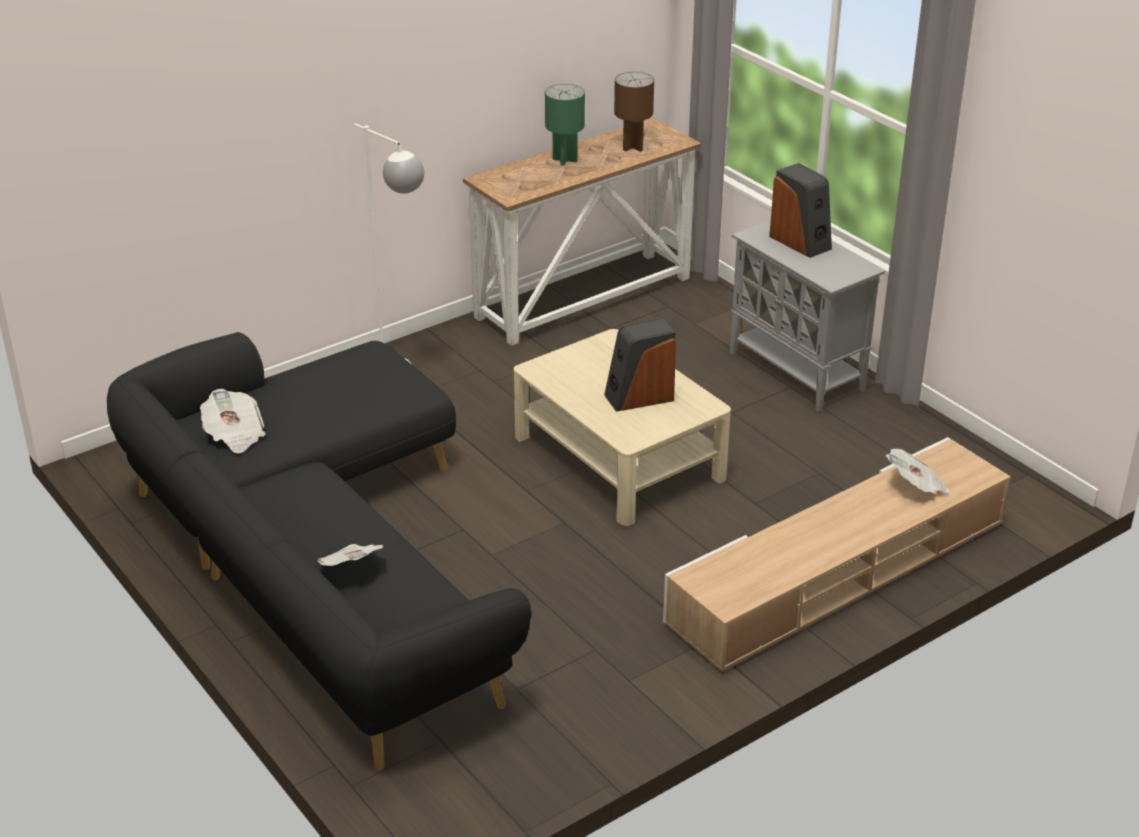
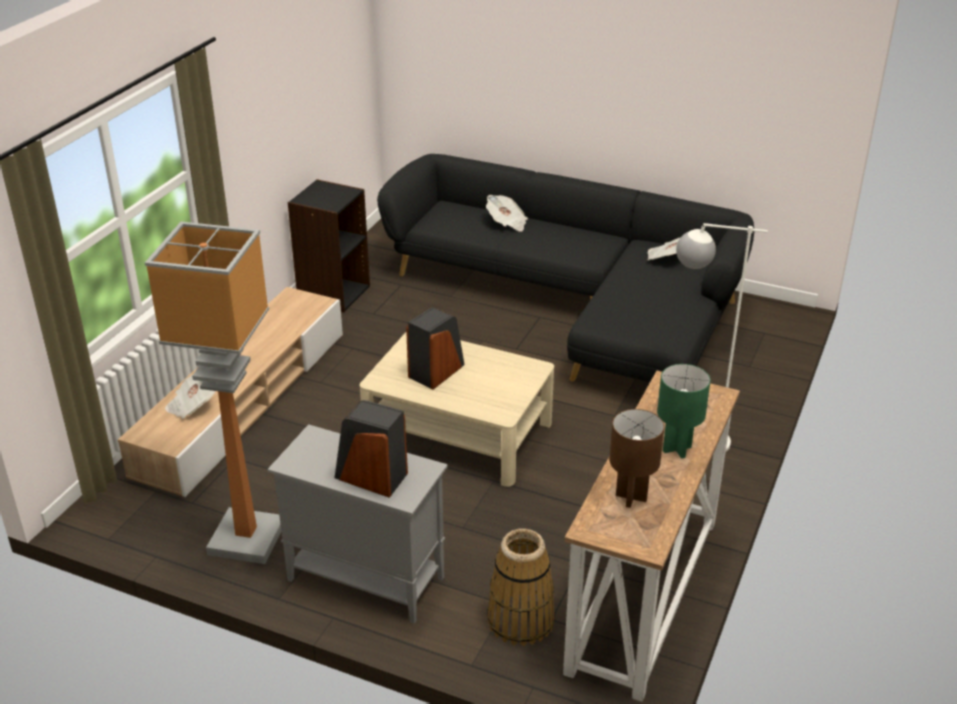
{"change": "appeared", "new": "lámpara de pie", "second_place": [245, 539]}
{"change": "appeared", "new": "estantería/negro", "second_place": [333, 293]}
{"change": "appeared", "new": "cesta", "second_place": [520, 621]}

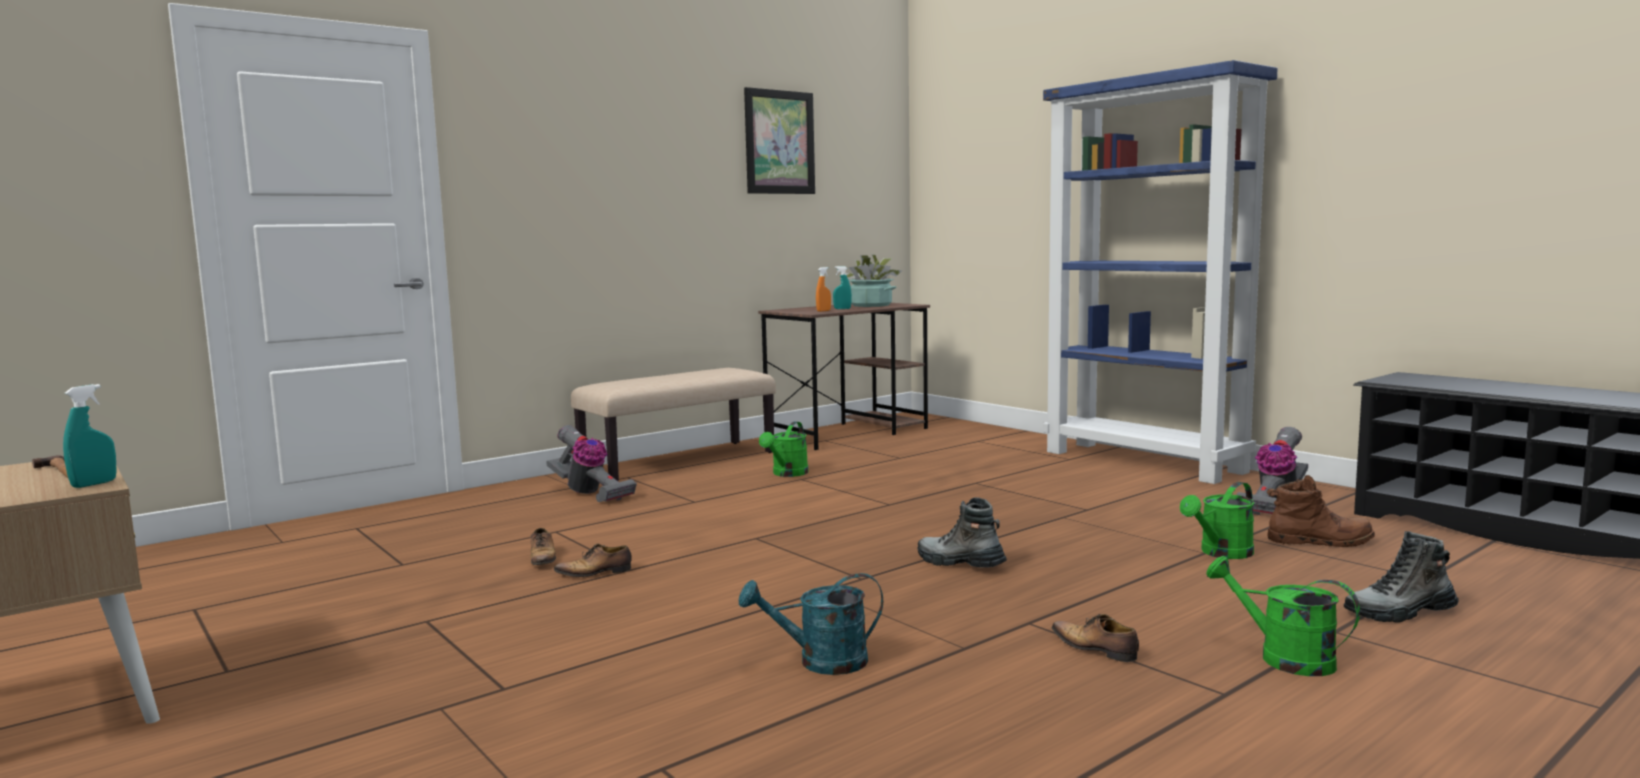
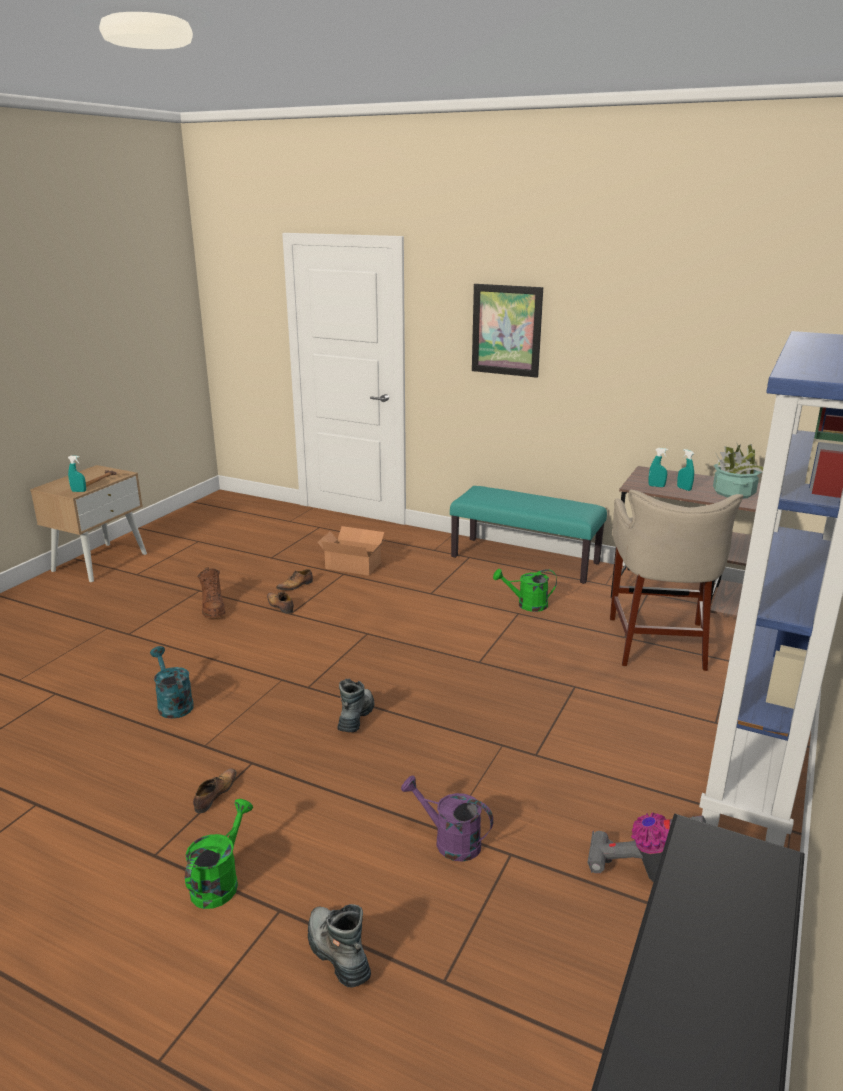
{"change": "missing", "old": "aspiradora", "first_place": [589, 494]}
{"change": "appeared", "new": "caja de cartón", "second_place": [353, 564]}
{"change": "appeared", "new": "taburete/beis", "second_place": [659, 642]}
{"change": "relocated", "old": "cuadro", "first_place": [779, 142], "second_place": [506, 330]}
{"change": "relocated", "old": "bota/marrón", "first_place": [1320, 541], "second_place": [213, 608]}
{"change": "colour", "old": "banco/beis", "new": "banco/turquesa", "first_place": [679, 461], "second_place": [525, 560]}
{"change": "colour", "old": "pulverizador/naranja", "new": "pulverizador/turquesa", "first_place": [823, 311], "second_place": [656, 486]}
{"change": "colour", "old": "regadera/verde", "new": "regadera/morado", "first_place": [1221, 553], "second_place": [449, 841]}

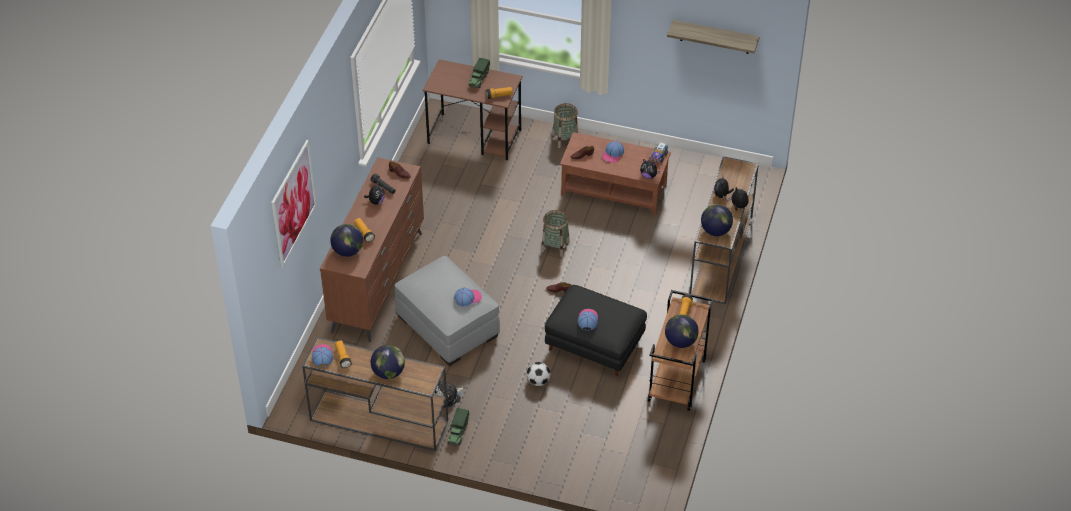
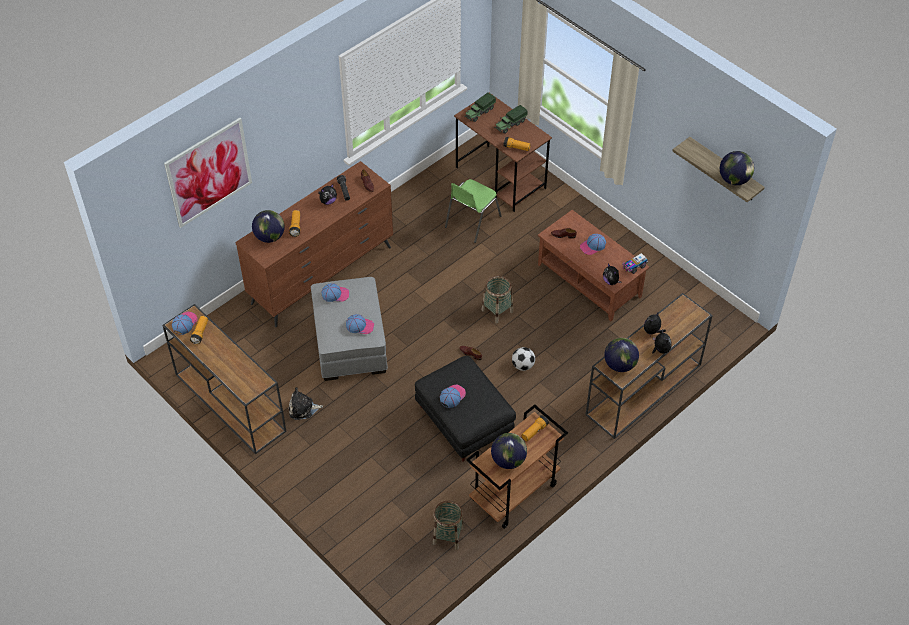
{"change": "appeared", "new": "gorra", "second_place": [335, 294]}
{"change": "appeared", "new": "silla/verde", "second_place": [471, 222]}
{"change": "relocated", "old": "globo terráqueo", "first_place": [388, 373], "second_place": [734, 180]}
{"change": "relocated", "old": "camión de juguete", "first_place": [458, 433], "second_place": [479, 113]}
{"change": "relocated", "old": "balón de fútbol", "first_place": [538, 381], "second_place": [523, 365]}
{"change": "relocated", "old": "cesta", "first_place": [565, 139], "second_place": [448, 536]}

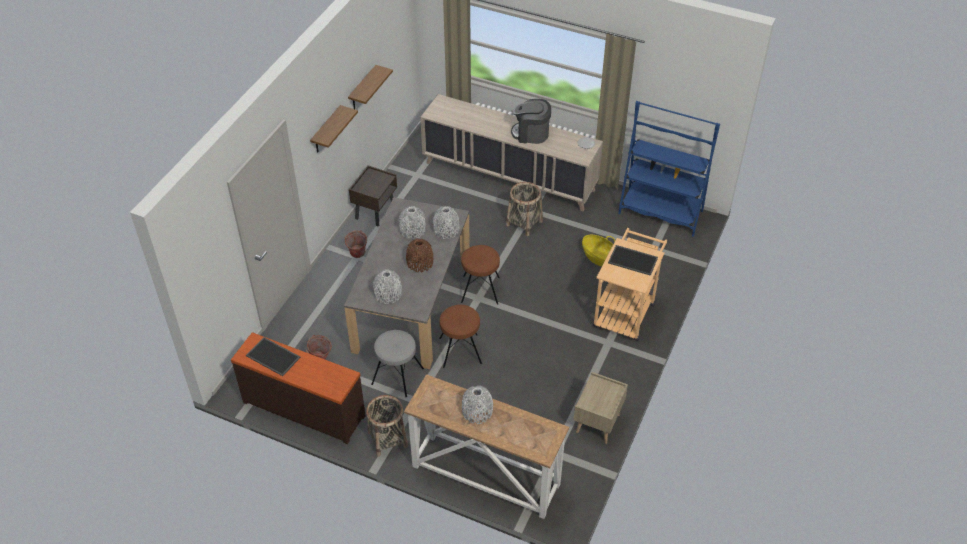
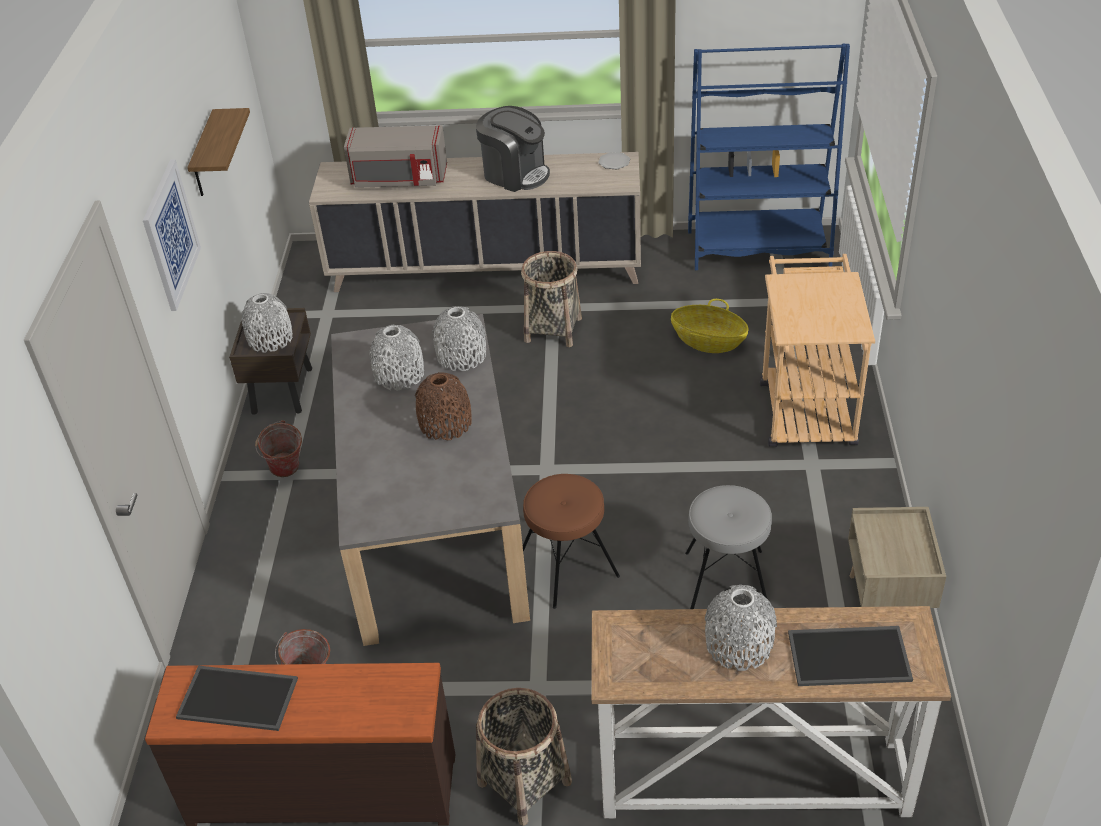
{"change": "missing", "old": "taburete/marrón", "first_place": [480, 290]}
{"change": "appeared", "new": "microondas/gris", "second_place": [399, 179]}
{"change": "relocated", "old": "taburete/gris", "first_place": [397, 376], "second_place": [726, 580]}
{"change": "relocated", "old": "florero/gris", "first_place": [388, 294], "second_place": [270, 338]}
{"change": "relocated", "old": "bandeja", "first_place": [633, 260], "second_place": [850, 655]}
{"change": "exchanged", "old": "estante", "new": "cuadro", "first_place": [326, 131], "second_place": [170, 235]}
{"change": "spun", "old": "cafetera", "first_place": [531, 134], "second_place": [515, 174], "degrees": -135}

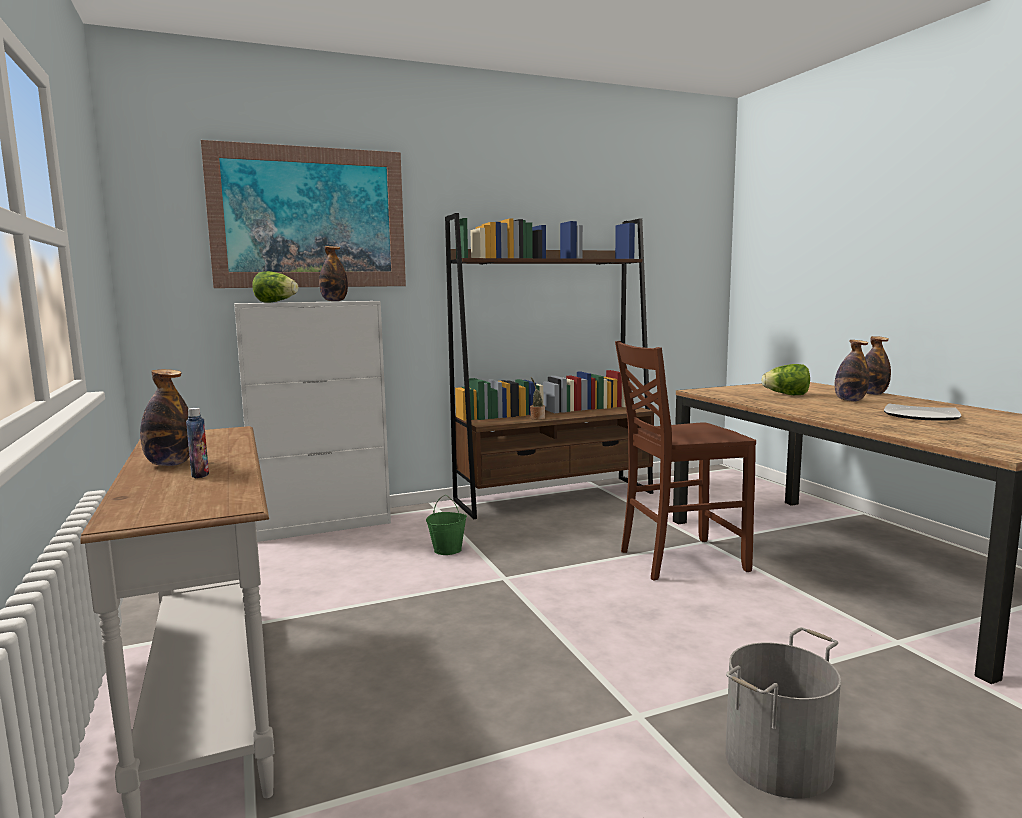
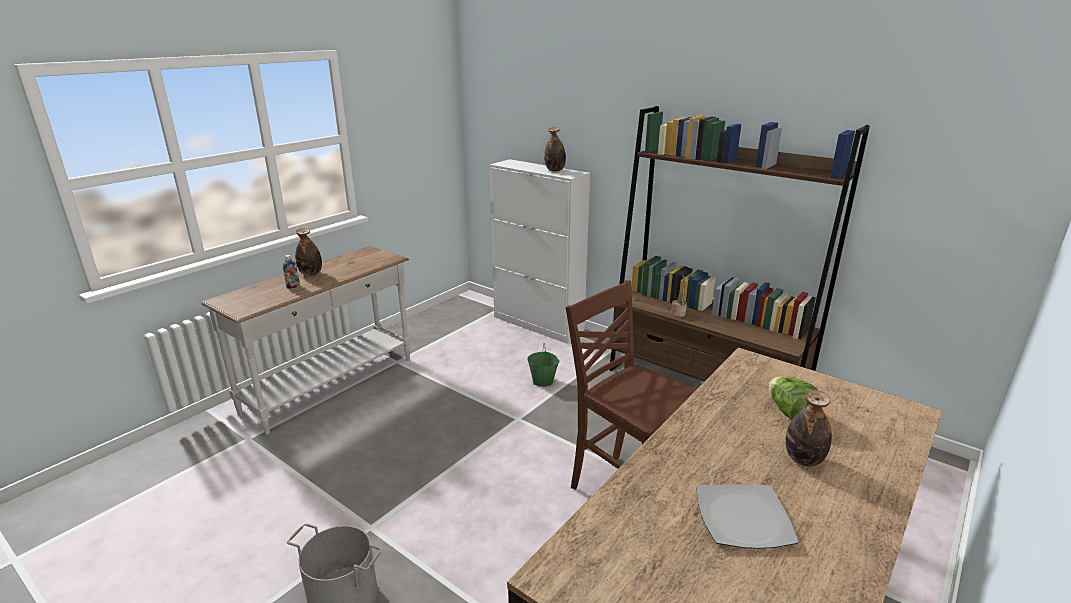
{"change": "missing", "old": "cuadro", "first_place": [309, 218]}
{"change": "missing", "old": "lechuga", "first_place": [276, 302]}
{"change": "missing", "old": "botella", "first_place": [872, 394]}

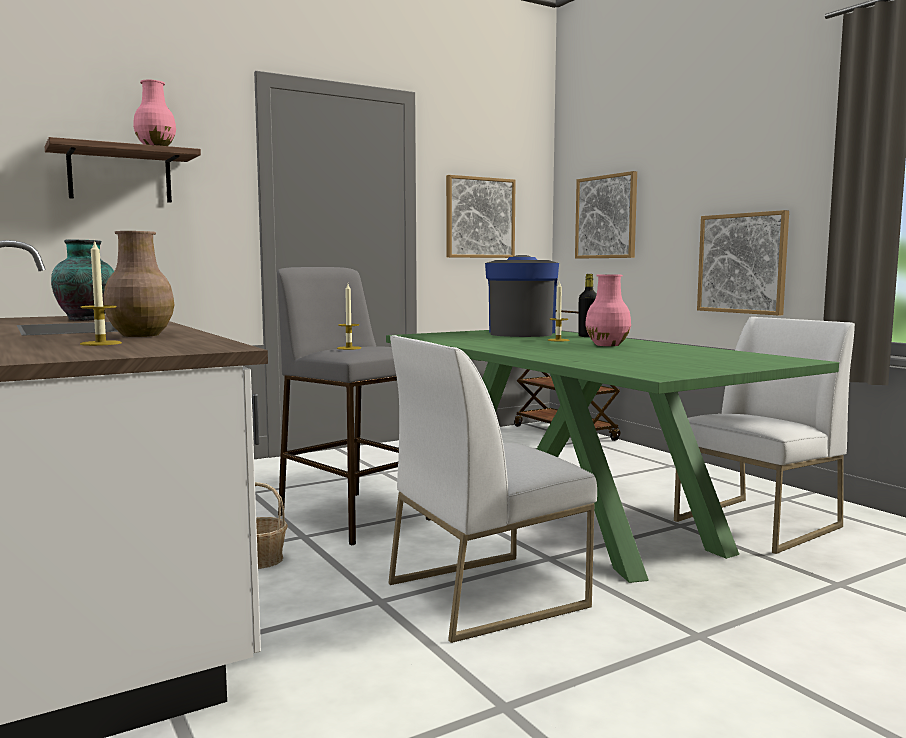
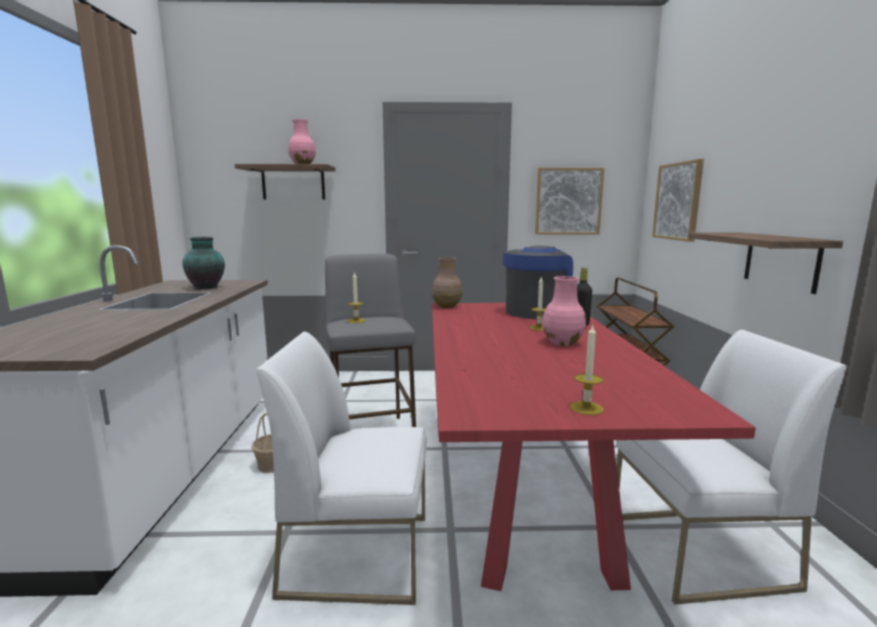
{"change": "relocated", "old": "vela", "first_place": [101, 343], "second_place": [586, 408]}
{"change": "relocated", "old": "florero/marrón", "first_place": [140, 335], "second_place": [446, 306]}
{"change": "exchanged", "old": "cuadro", "new": "estante", "first_place": [742, 263], "second_place": [781, 261]}
{"change": "colour", "old": "mesa de comedor/verde", "new": "mesa de comedor/rojo", "first_place": [573, 516], "second_place": [526, 485]}

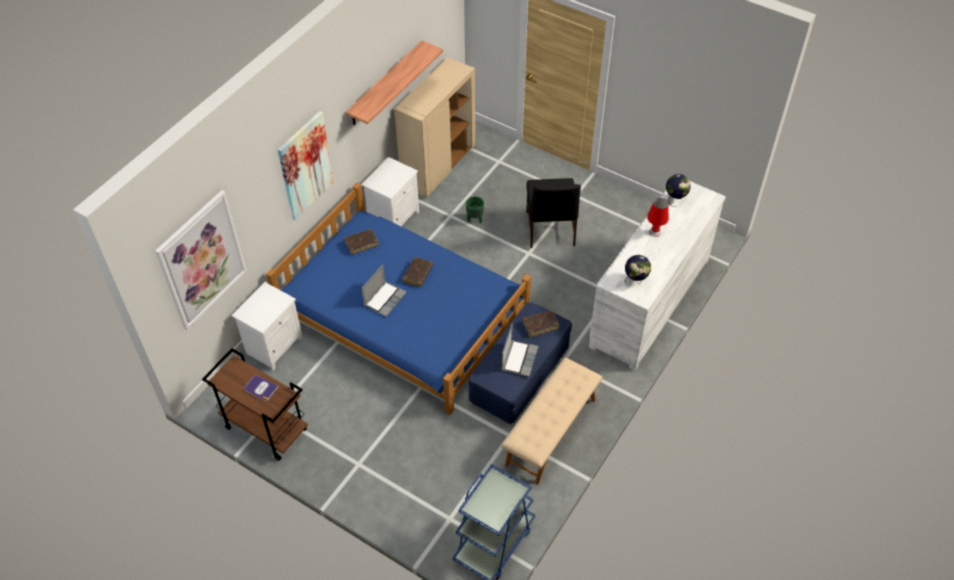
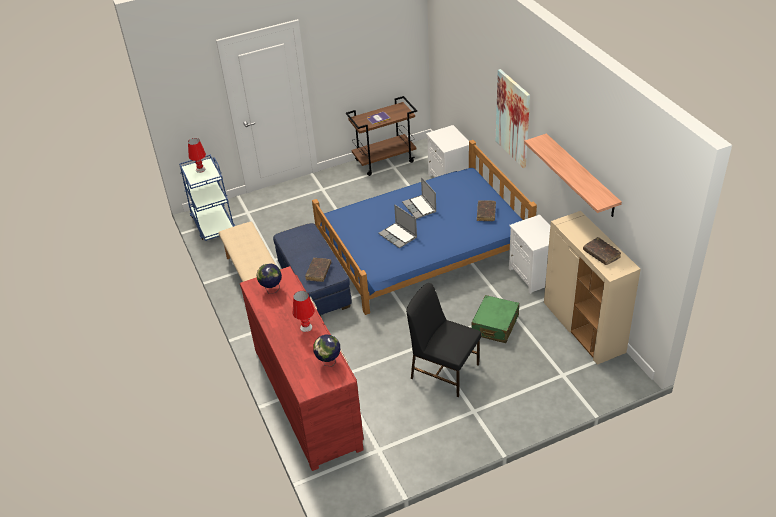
{"change": "missing", "old": "cuadro", "first_place": [202, 260]}
{"change": "appeared", "new": "lámpara de mesa/rojo", "second_place": [200, 169]}
{"change": "relocated", "old": "libro/marrón", "first_place": [417, 274], "second_place": [601, 254]}
{"change": "relocated", "old": "portátil", "first_place": [519, 358], "second_place": [398, 236]}
{"change": "exchanged", "old": "maceta/verde", "new": "maleta/verde", "first_place": [475, 219], "second_place": [495, 325]}
{"change": "colour", "old": "cómoda/blanco", "new": "cómoda/rojo", "first_place": [649, 302], "second_place": [307, 397]}

